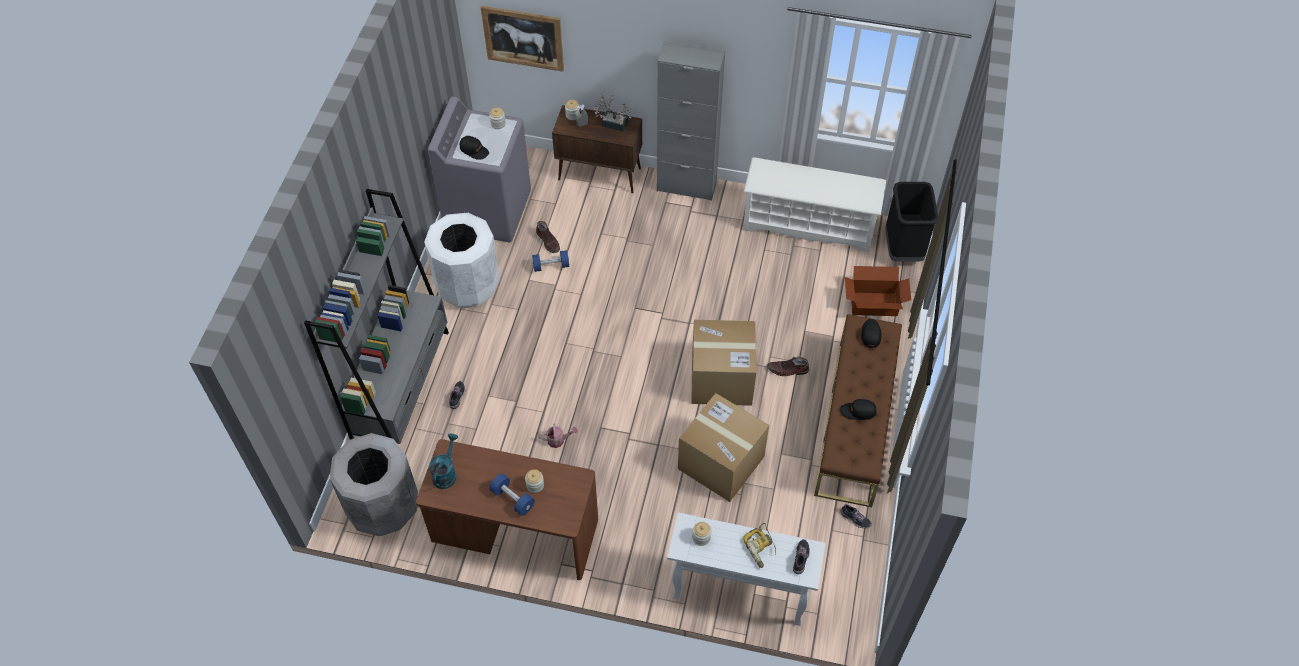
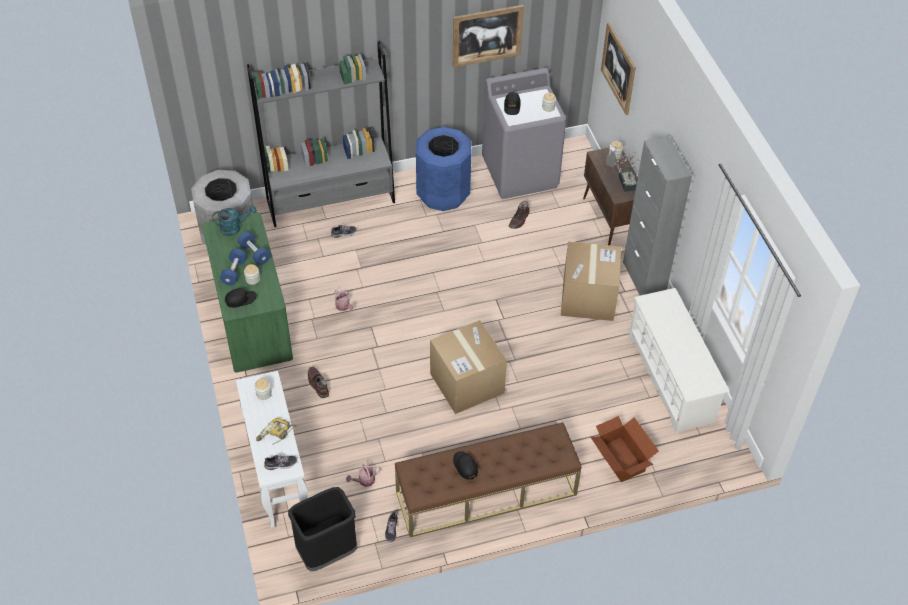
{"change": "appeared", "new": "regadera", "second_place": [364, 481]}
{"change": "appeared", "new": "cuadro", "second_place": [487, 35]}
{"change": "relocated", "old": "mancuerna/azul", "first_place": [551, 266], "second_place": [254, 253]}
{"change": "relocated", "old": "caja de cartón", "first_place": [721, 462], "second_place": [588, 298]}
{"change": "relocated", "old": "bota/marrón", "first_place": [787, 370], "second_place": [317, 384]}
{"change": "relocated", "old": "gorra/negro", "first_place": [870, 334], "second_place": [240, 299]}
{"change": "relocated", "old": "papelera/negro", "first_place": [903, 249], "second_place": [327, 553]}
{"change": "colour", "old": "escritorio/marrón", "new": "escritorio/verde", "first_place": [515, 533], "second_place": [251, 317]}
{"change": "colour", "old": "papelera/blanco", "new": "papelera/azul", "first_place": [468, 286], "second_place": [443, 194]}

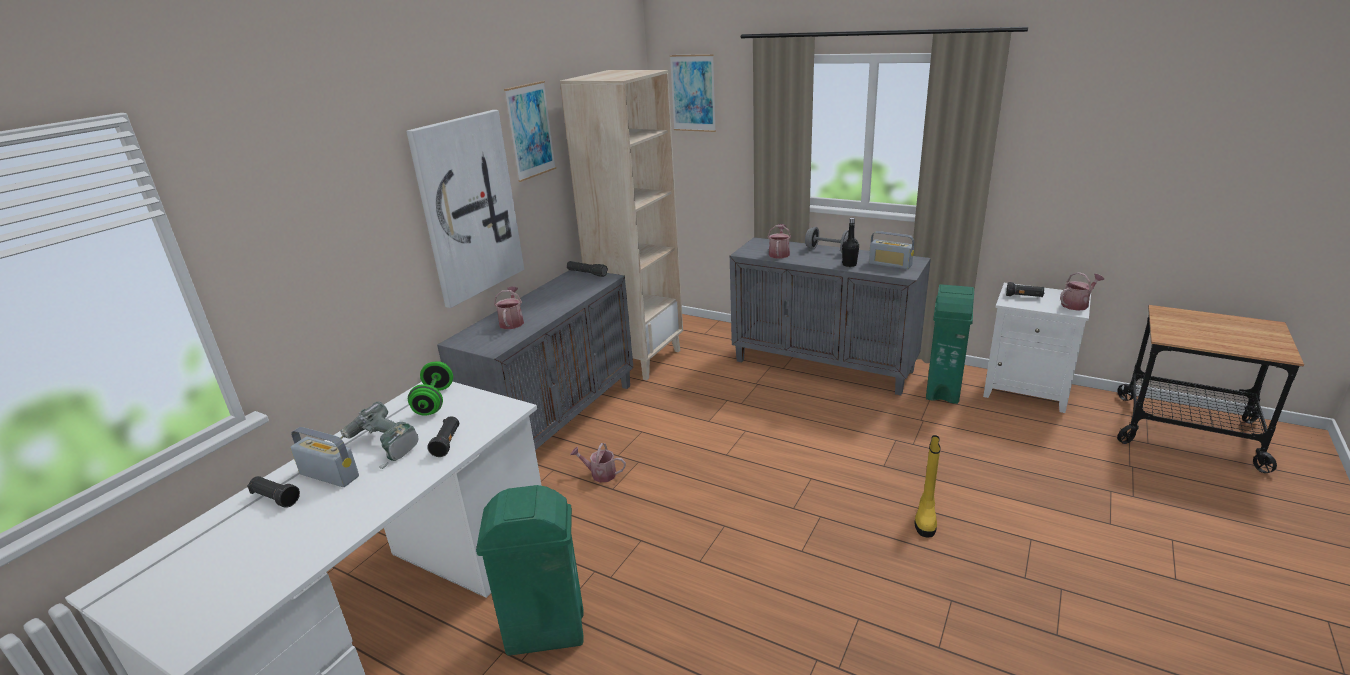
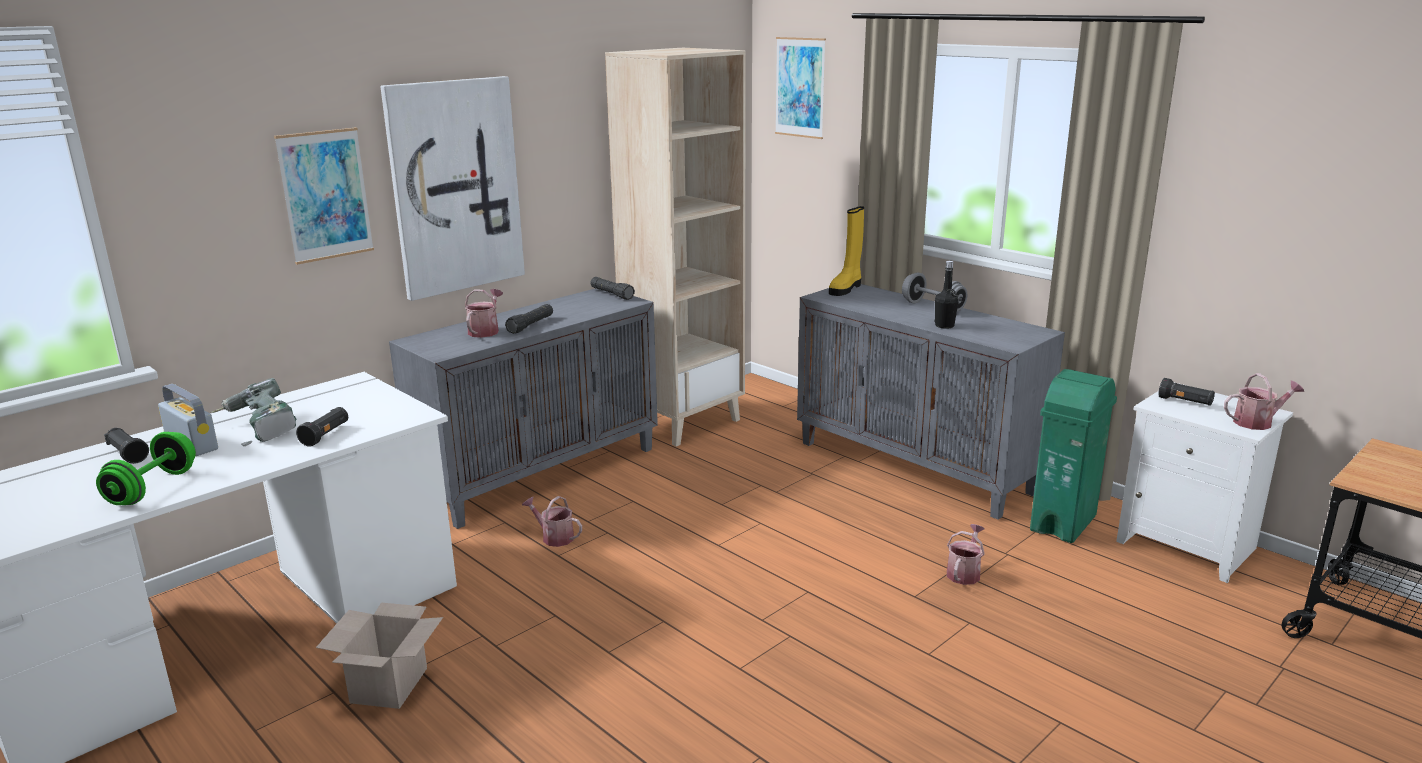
{"change": "missing", "old": "radio", "first_place": [890, 264]}
{"change": "appeared", "new": "linterna/negro", "second_place": [531, 325]}
{"change": "relocated", "old": "mancuerna/verde", "first_place": [434, 401], "second_place": [152, 488]}
{"change": "relocated", "old": "cuadro", "first_place": [530, 131], "second_place": [325, 195]}
{"change": "relocated", "old": "regadera", "first_place": [779, 253], "second_place": [964, 572]}
{"change": "relocated", "old": "bota/amarillo", "first_place": [925, 517], "second_place": [846, 289]}
{"change": "exchanged", "old": "papelera/verde", "new": "caja de cartón", "first_place": [545, 632], "second_place": [389, 684]}

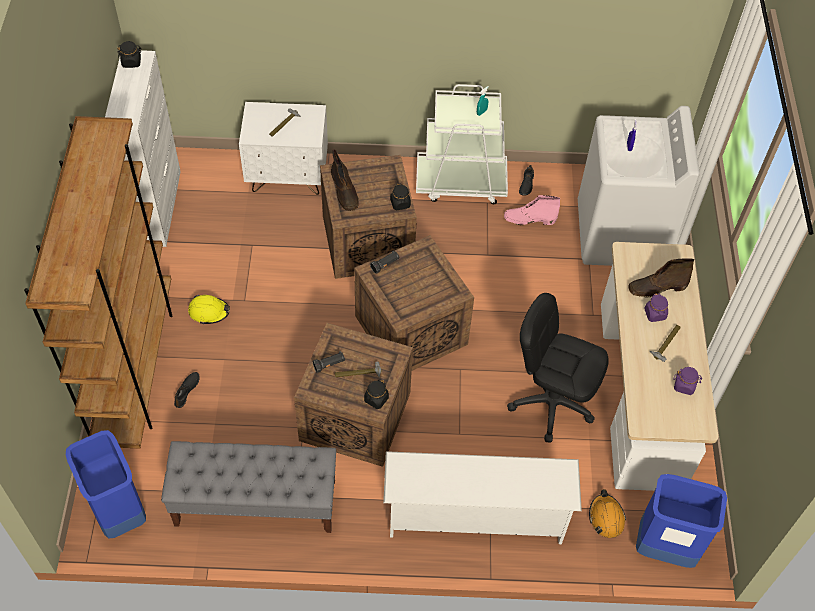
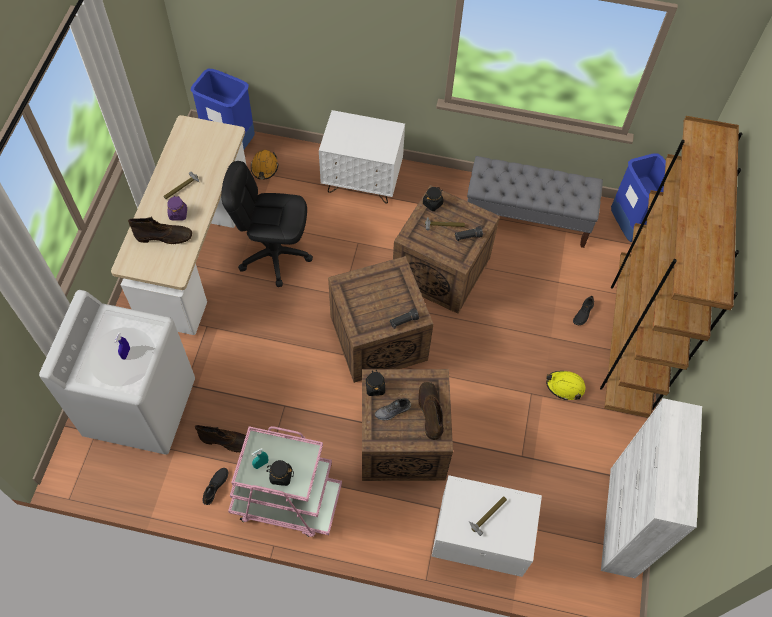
{"change": "missing", "old": "tarro/morado", "first_place": [684, 386]}
{"change": "appeared", "new": "zapato/gris", "second_place": [393, 411]}
{"change": "relocated", "old": "tarro/negro", "first_place": [131, 62], "second_place": [281, 476]}
{"change": "exchanged", "old": "zapatero/blanco", "new": "mesita de noche/blanco", "first_place": [475, 518], "second_place": [362, 182]}
{"change": "colour", "old": "carrito/blanco", "new": "carrito/rosa", "first_place": [461, 183], "second_place": [286, 501]}
{"change": "colour", "old": "bota/rosa", "new": "bota/marrón", "first_place": [529, 219], "second_place": [228, 441]}
{"change": "spun", "old": "silla de oficina/negro", "first_place": [551, 403], "second_place": [274, 255], "degrees": 150}

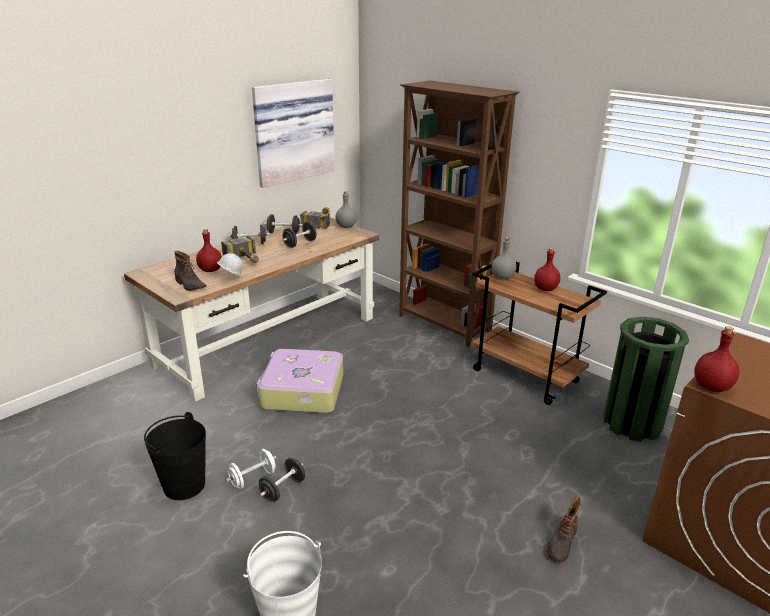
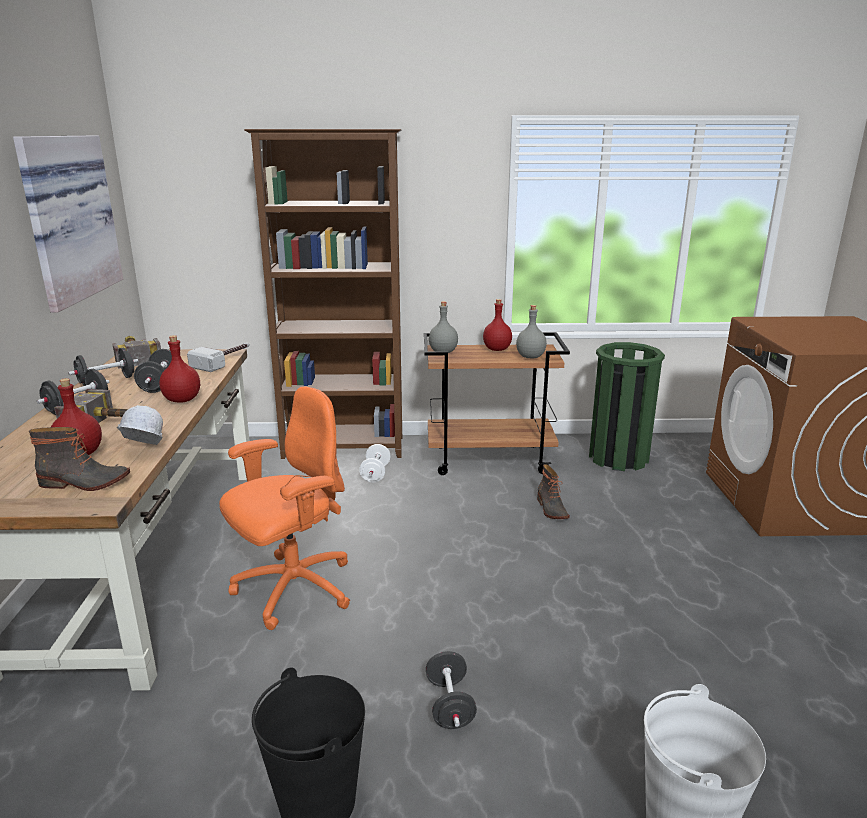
{"change": "appeared", "new": "martillo", "second_place": [224, 361]}
{"change": "relocated", "old": "mancuerna/blanco", "first_place": [253, 478], "second_place": [375, 474]}
{"change": "relocated", "old": "botella/gris", "first_place": [346, 226], "second_place": [530, 356]}
{"change": "relocated", "old": "bota", "first_place": [561, 542], "second_place": [551, 509]}
{"change": "relocated", "old": "botella/rojo", "first_place": [711, 386], "second_place": [182, 400]}
{"change": "exchanged", "old": "maleta", "new": "silla de oficina/naranja", "first_place": [301, 391], "second_place": [292, 589]}

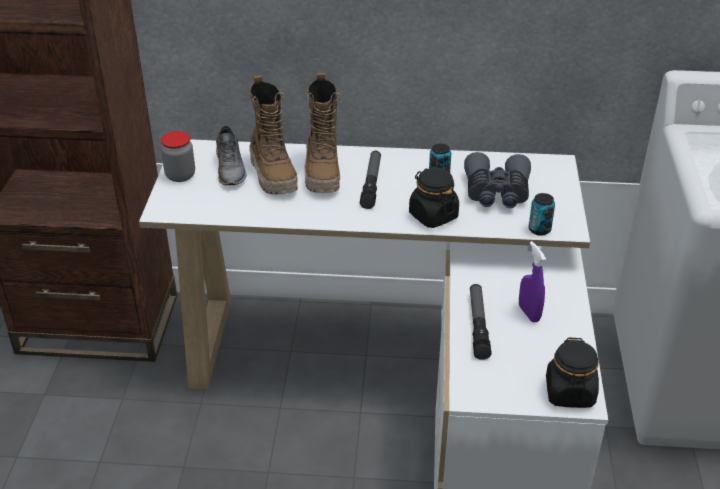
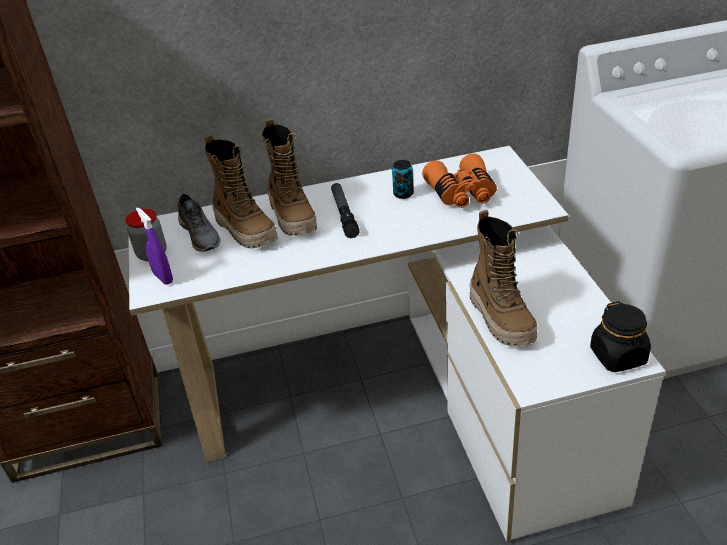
{"change": "missing", "old": "tarro/negro", "first_place": [433, 215]}
{"change": "missing", "old": "lata", "first_place": [539, 229]}
{"change": "relocated", "old": "pulverizador/morado", "first_place": [529, 313], "second_place": [163, 278]}
{"change": "exchanged", "old": "linterna", "new": "bota", "first_place": [478, 325], "second_place": [501, 318]}
{"change": "colour", "old": "prismáticos/gris", "new": "prismáticos/naranja", "first_place": [496, 192], "second_place": [462, 193]}

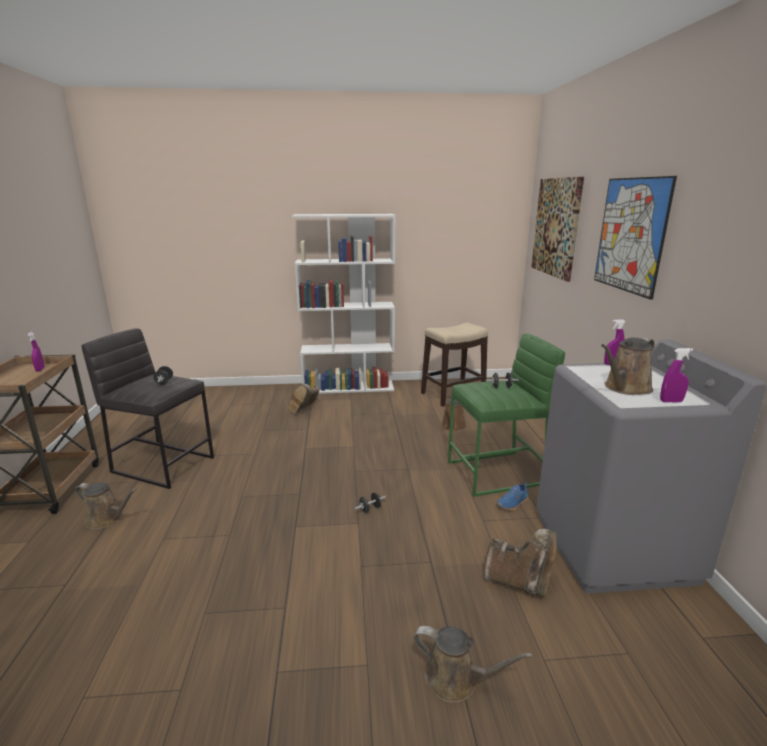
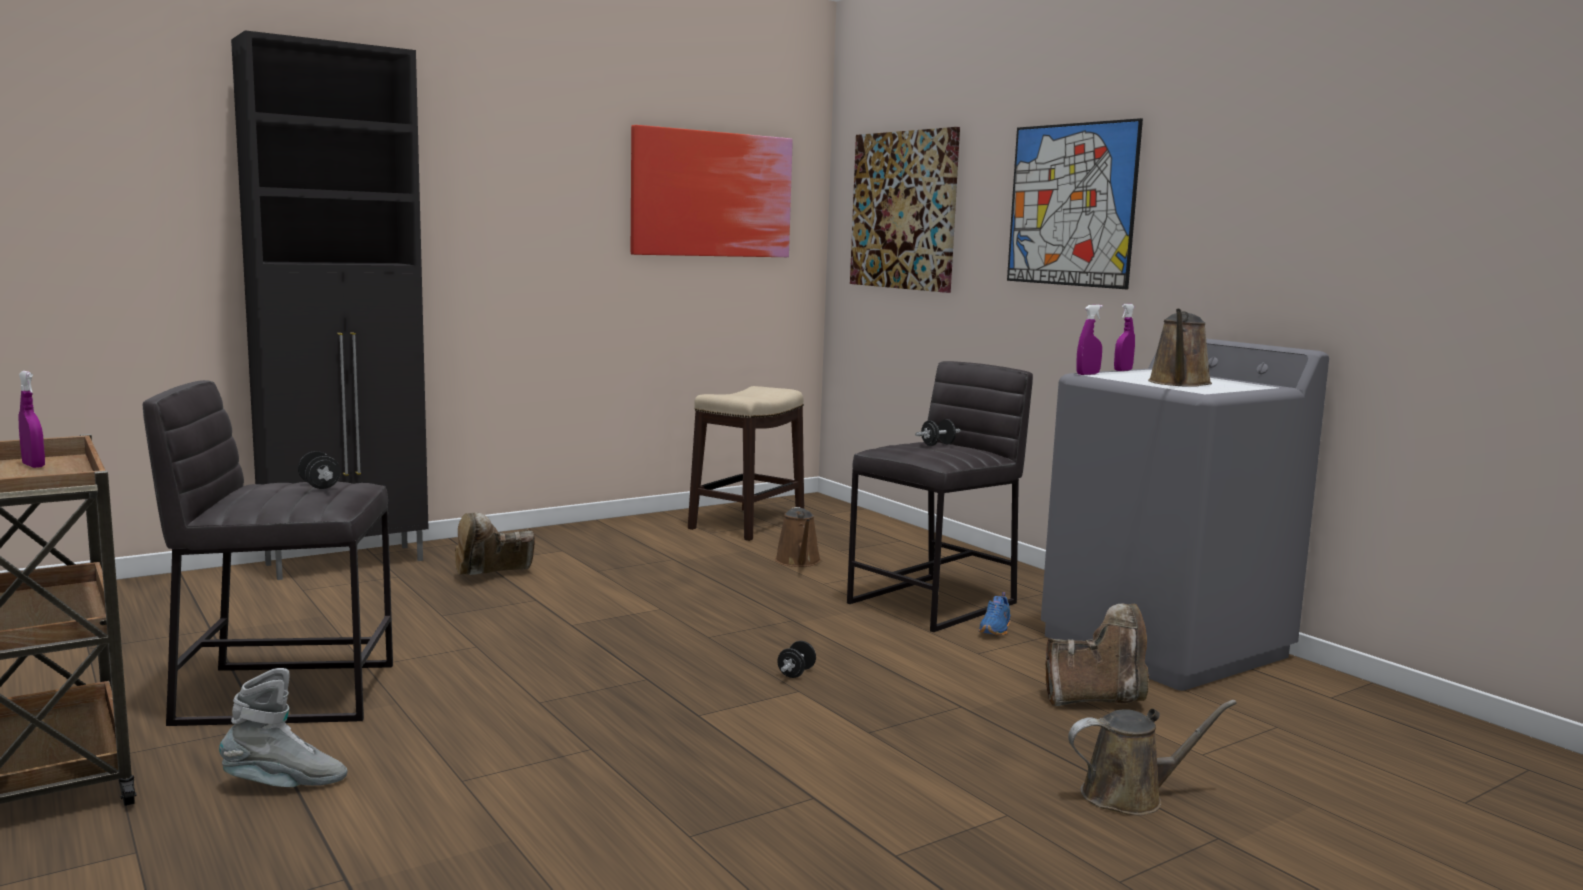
{"change": "missing", "old": "estantería/blanco", "first_place": [349, 387]}
{"change": "appeared", "new": "armario/negro", "second_place": [348, 562]}
{"change": "appeared", "new": "cuadro", "second_place": [711, 194]}
{"change": "relocated", "old": "pulverizador/morado", "first_place": [671, 401], "second_place": [1087, 374]}
{"change": "exchanged", "old": "regadera/marrón", "new": "bota/gris", "first_place": [107, 519], "second_place": [285, 784]}
{"change": "colour", "old": "taburete/verde", "new": "taburete/gris", "first_place": [496, 473], "second_place": [934, 603]}
{"change": "spun", "old": "bota/marrón", "first_place": [305, 410], "second_place": [493, 577], "degrees": 60}

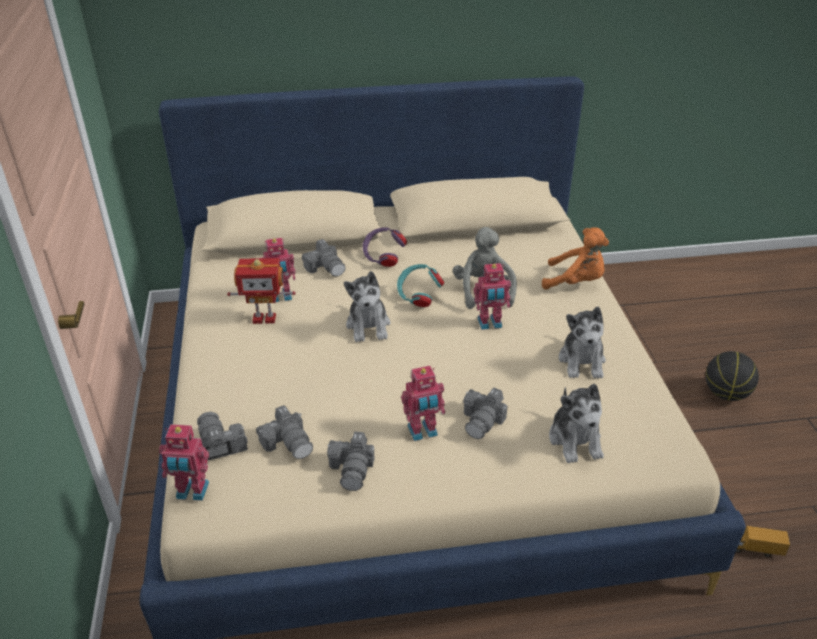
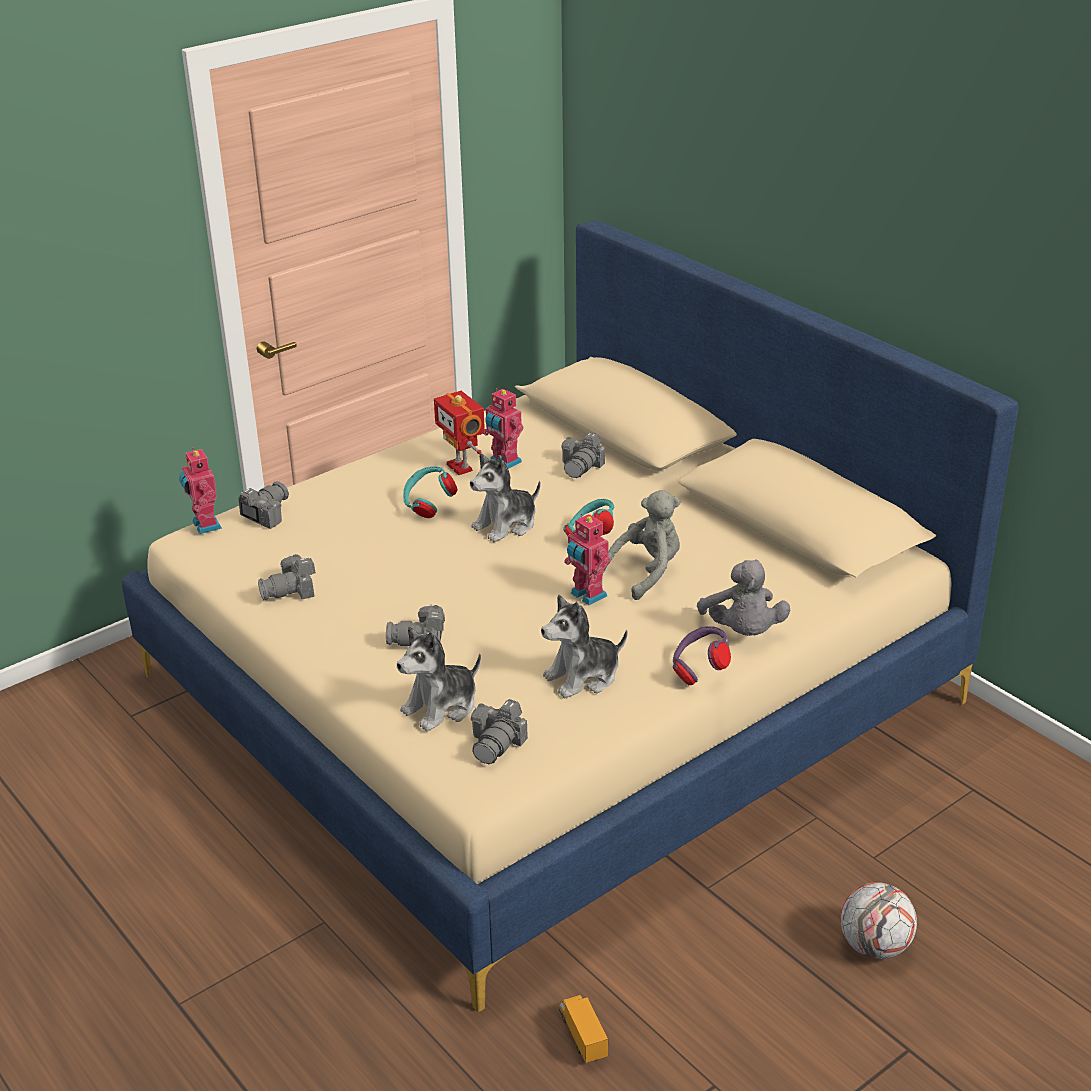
{"change": "missing", "old": "robot de juguete", "first_place": [423, 432]}
{"change": "appeared", "new": "auriculares/turquesa", "second_place": [428, 507]}
{"change": "relocated", "old": "cámara", "first_place": [288, 442], "second_place": [497, 743]}
{"change": "relocated", "old": "auriculares/morado", "first_place": [383, 258], "second_place": [699, 671]}
{"change": "exchanged", "old": "balón de baloncesto", "new": "balón de fútbol", "first_place": [726, 394], "second_place": [875, 946]}
{"change": "colour", "old": "peluche/naranja", "new": "peluche/gris", "first_place": [575, 282], "second_place": [742, 631]}

